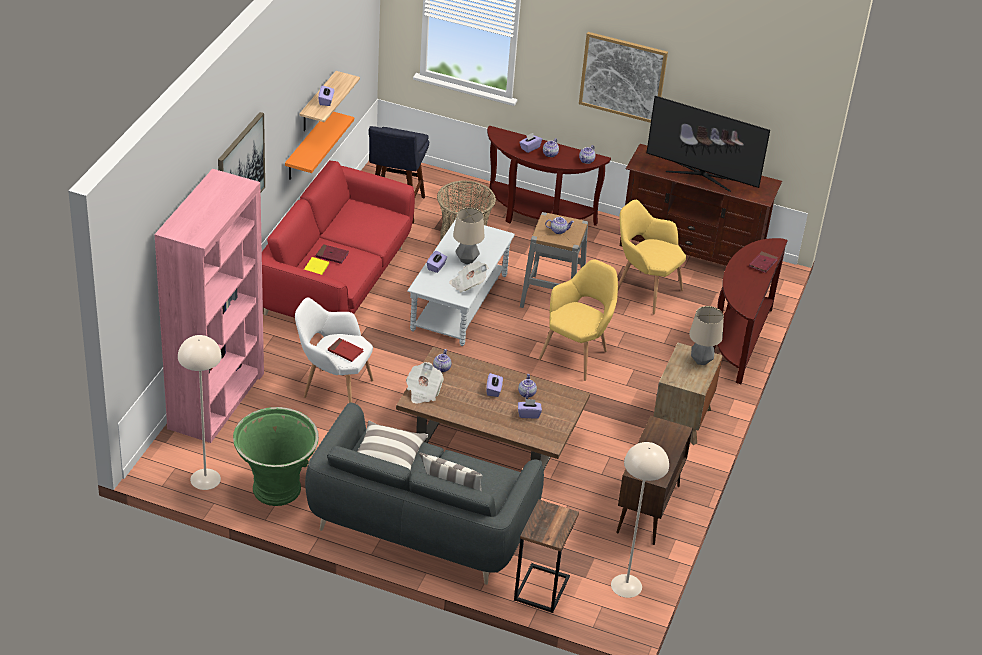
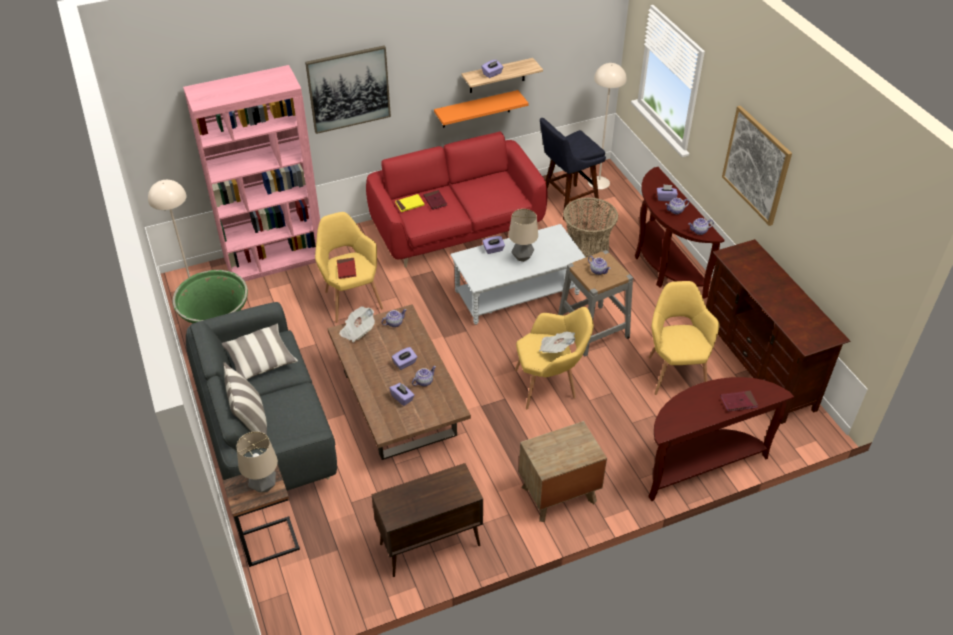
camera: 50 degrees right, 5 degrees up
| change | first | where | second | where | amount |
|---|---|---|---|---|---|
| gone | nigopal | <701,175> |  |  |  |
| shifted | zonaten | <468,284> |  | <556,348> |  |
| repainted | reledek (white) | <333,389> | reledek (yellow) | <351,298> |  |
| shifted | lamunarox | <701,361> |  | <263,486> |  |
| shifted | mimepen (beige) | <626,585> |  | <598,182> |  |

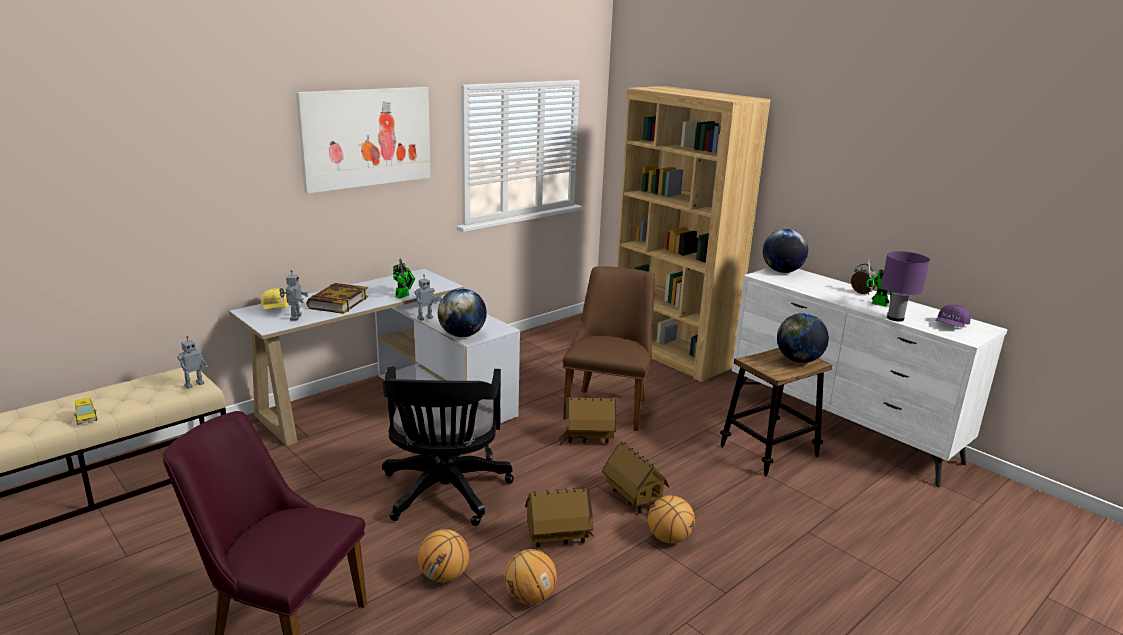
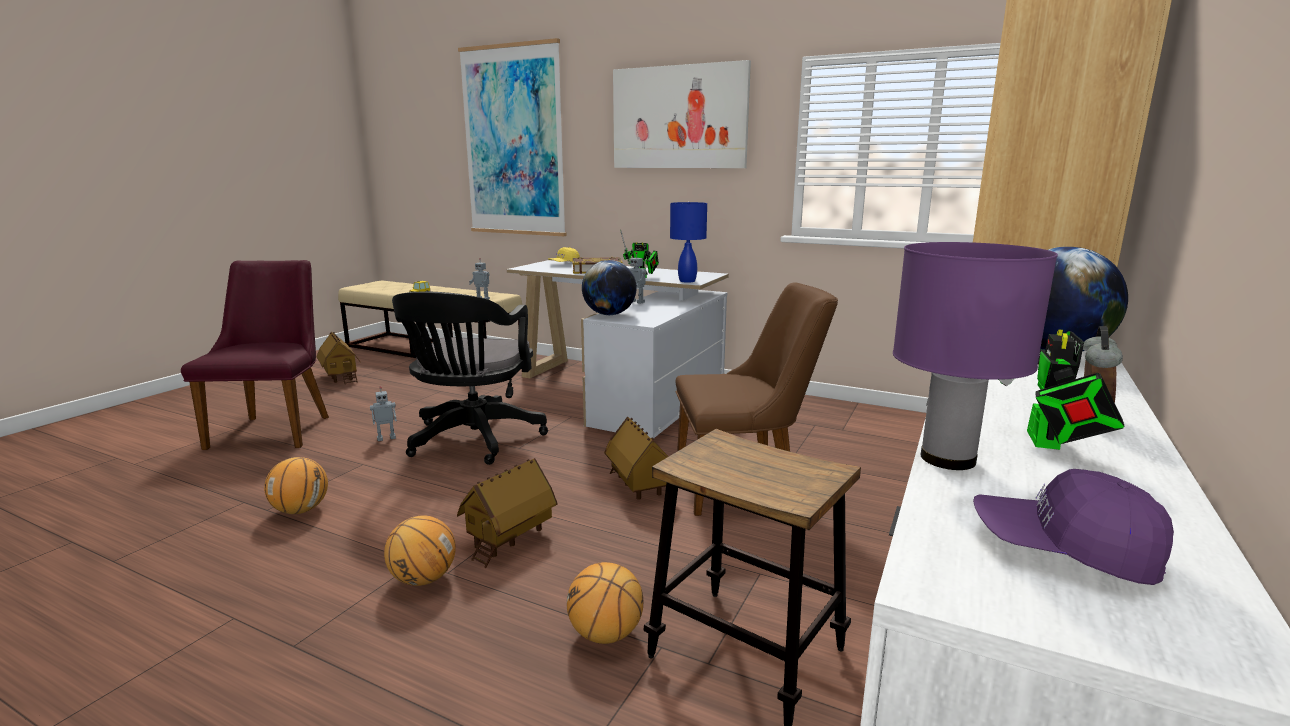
camera: 70 degrees right, 5 degrees down
| change | first | where | second | where | amount |
|---|---|---|---|---|---|
| shifted | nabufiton | <295,317> |  | <386,438> |  |
| gone | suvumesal | <798,360> |  |  |  |
| rotated | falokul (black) | <444,495> |  | <473,441> | 60 degrees counterclockwise |
| shifted | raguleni | <558,539> |  | <341,377> |  |
| shifted | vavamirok | <444,576> |  | <605,634> |  |
| new |  |  | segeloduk | <513,142> |  |
| new |  |  | lamunarox (blue) | <687,281> |  |

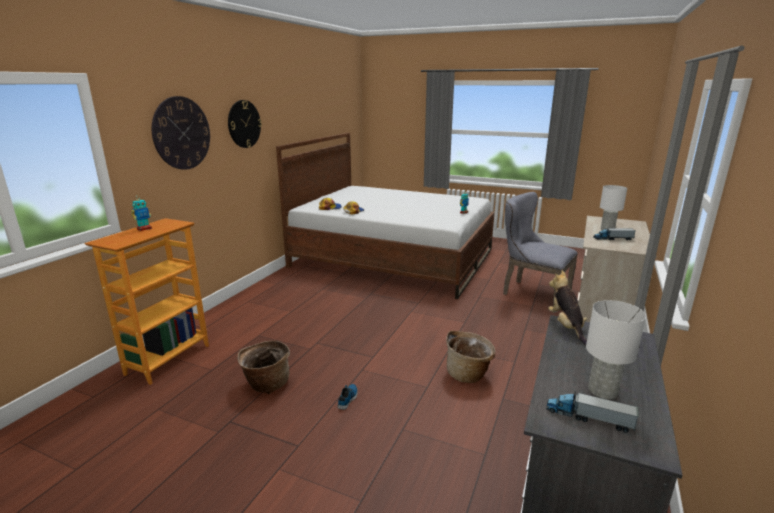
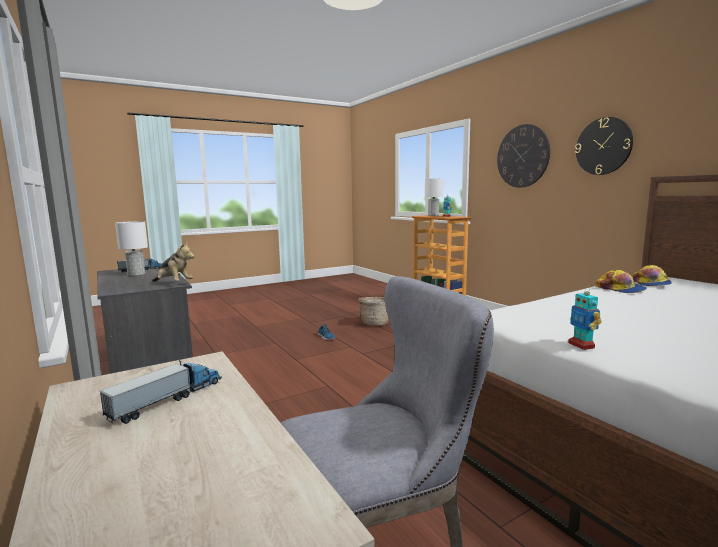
camera: 125 degrees right, 10 degrees down
| change | first | where | second | where | amount |
|---|---|---|---|---|---|
| shifted | lamunarox (white) | <607,229> |  | <433,215> |  |
| gone | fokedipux | <468,374> |  |  |  |

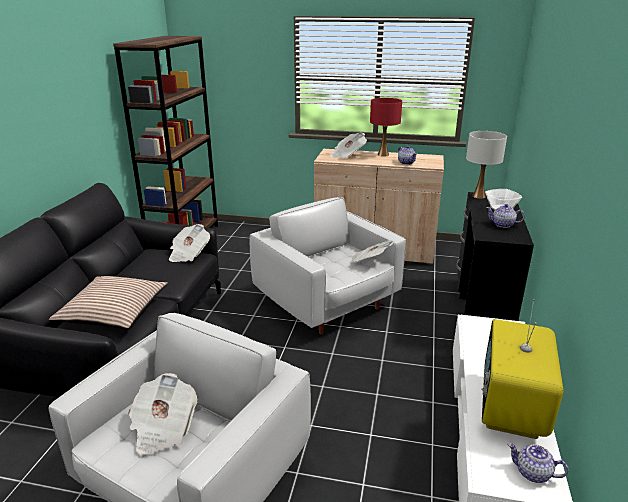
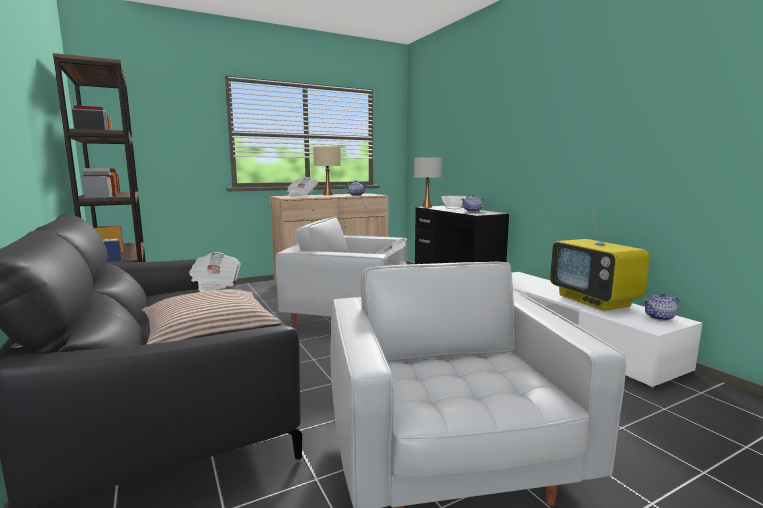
camera: 40 degrees left, 15 degrees down
| change | first | where | second | where | amount |
|---|---|---|---|---|---|
| repainted | lamunarox (red) | <383,155> | lamunarox (beige) | <328,195> |  |
| gone | zonaten | <163,428> |  |  |  |

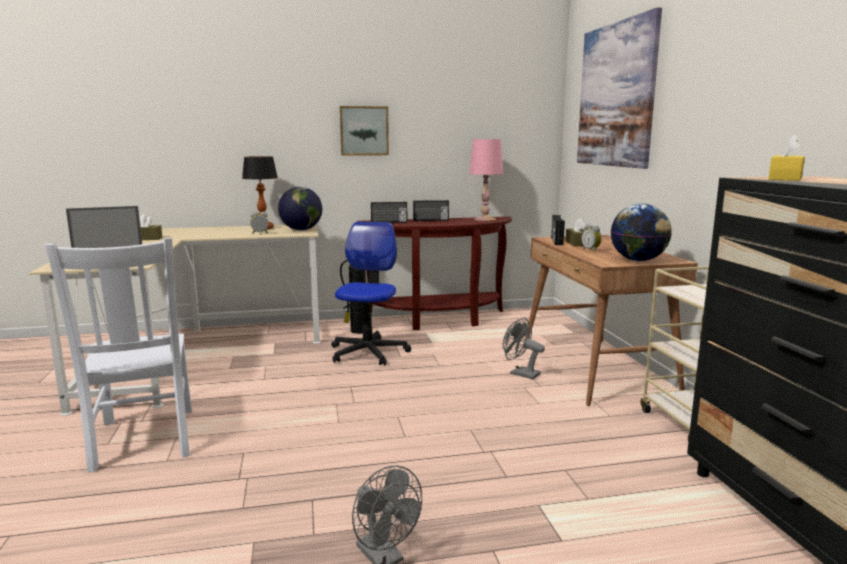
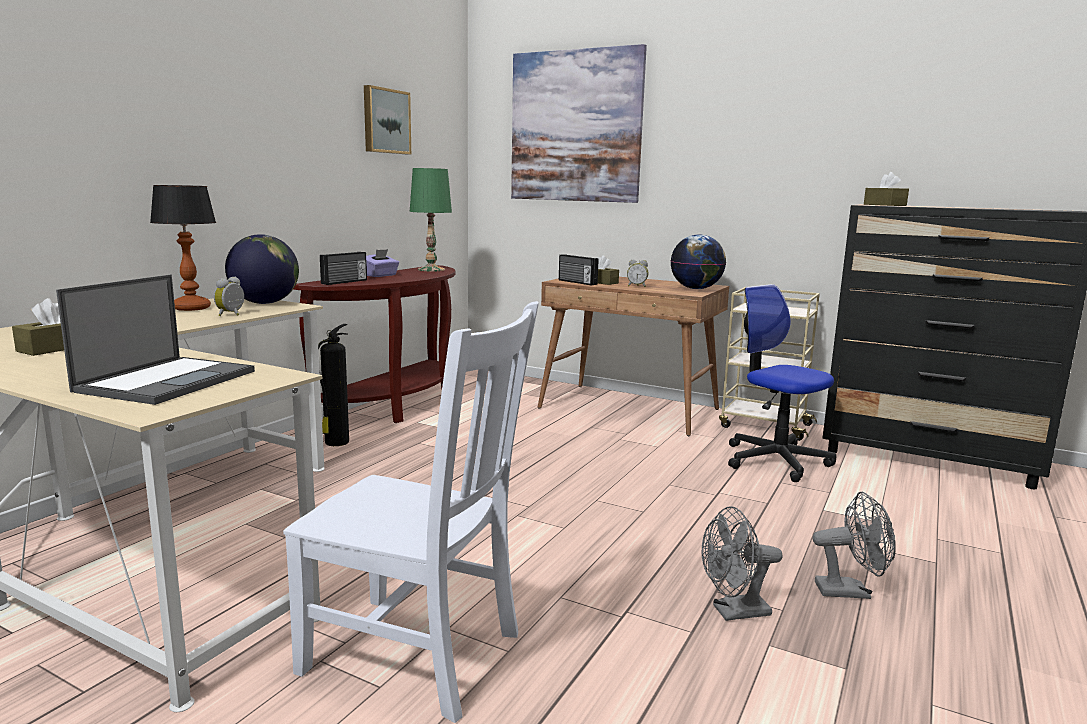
camera: 50 degrees left, 0 degrees up
| change | first | where | second | where | amount |
|---|---|---|---|---|---|
| shifted | segeloduk | <364,131> |  | <385,121> |  |
| repainted | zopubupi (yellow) | <785,178> | zopubupi (brown) | <884,205> |  |
| repainted | lamunarox (pink) | <484,219> | lamunarox (green) | <431,269> |  |
| swapped | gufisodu | <431,220> | zopubupi (purple) | <380,275> |  |
| shifted | falokul | <368,352> |  | <775,460> |  |
| shifted | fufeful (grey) | <520,373> |  | <733,612> |  |

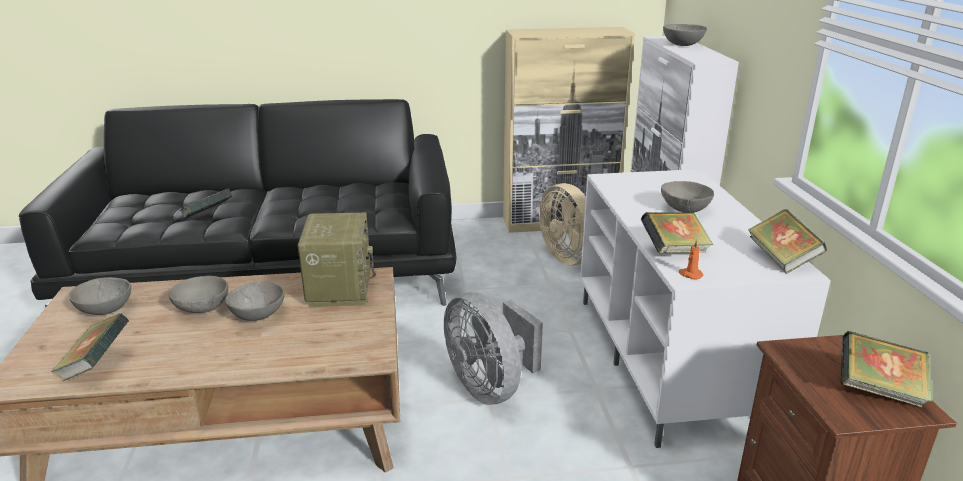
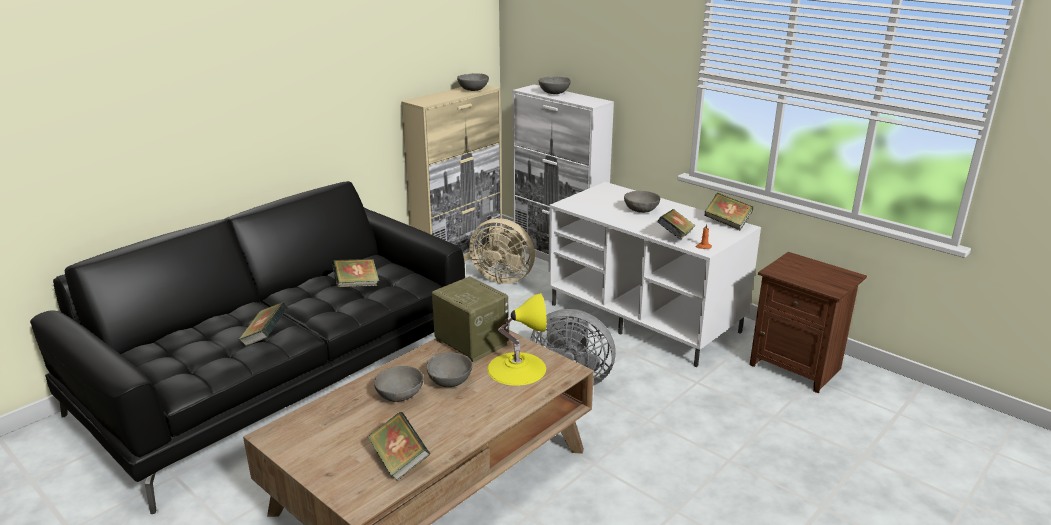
camera: 40 degrees left, 0 degrees up
| change | first | where | second | where | amount |
|---|---|---|---|---|---|
| shifted | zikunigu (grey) | <104,310> |  | <473,90> |  |
| shifted | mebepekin | <878,390> |  | <356,285> |  |
| new |  |  | lamunarox (yellow) | <517,368> |  |

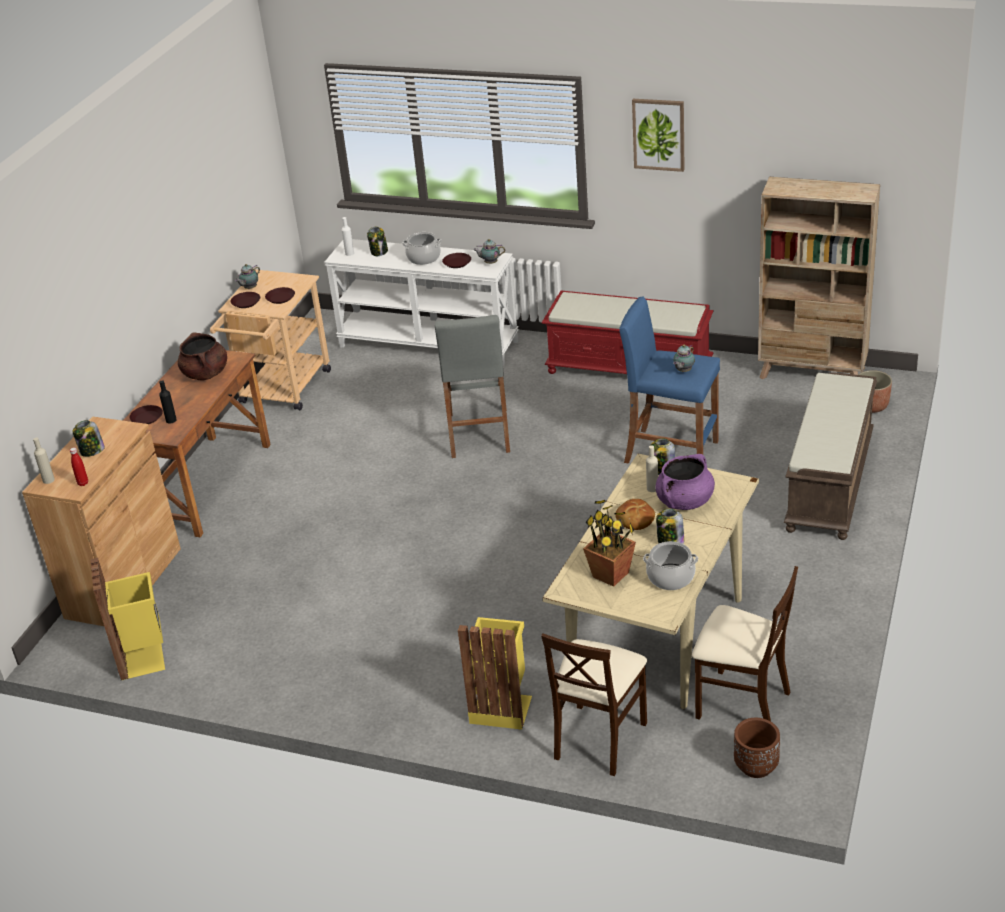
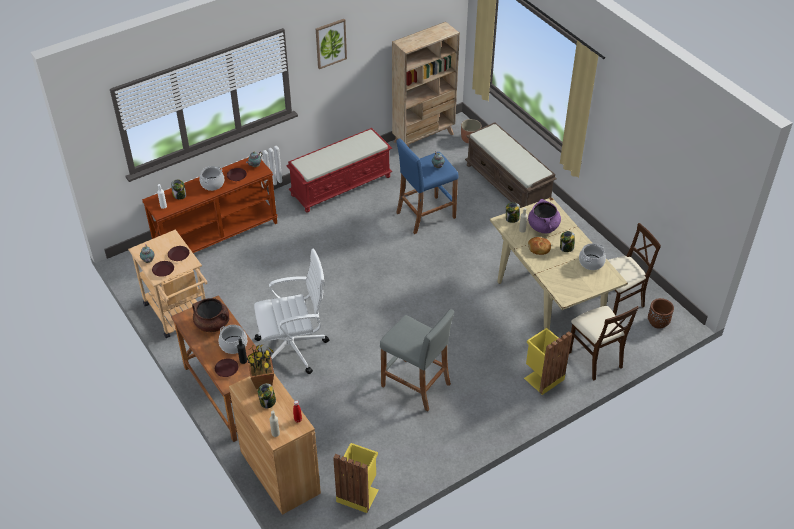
camera: 55 degrees left, 10 degrees up
| change | first | where | second | where | amount |
|---|---|---|---|---|---|
| repainted | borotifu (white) | <429,343> | borotifu (brown) | <216,236> |  |
| shifted | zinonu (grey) | <478,433> |  | <416,385> |  |
| shifted | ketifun | <611,574> |  | <263,381> |  |
| new |  |  | falokul (white) | <294,348> |  |
| new |  |  | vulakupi | <234,345> |  |

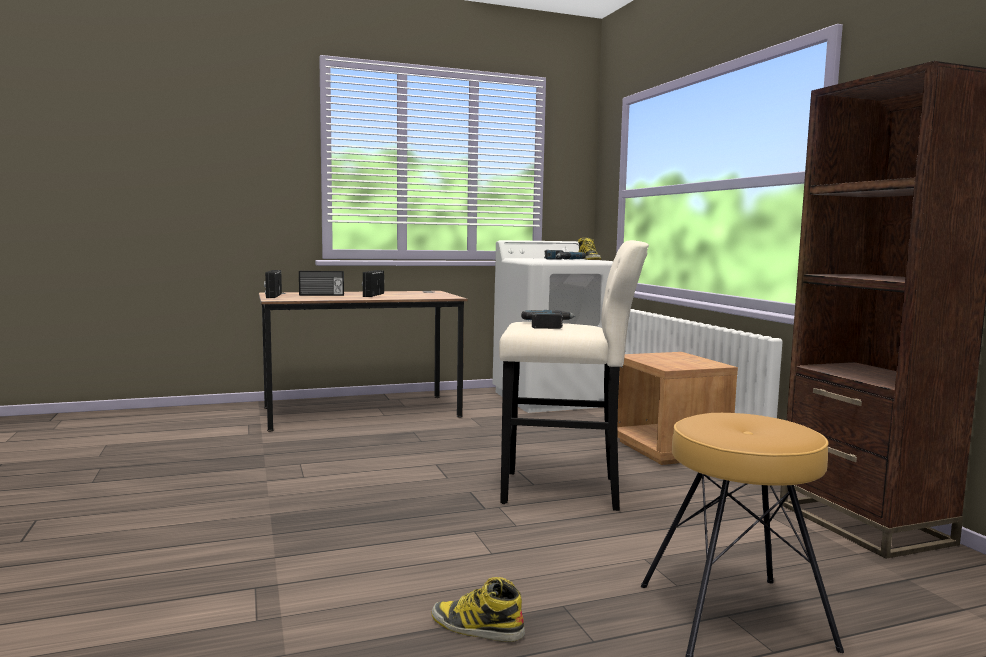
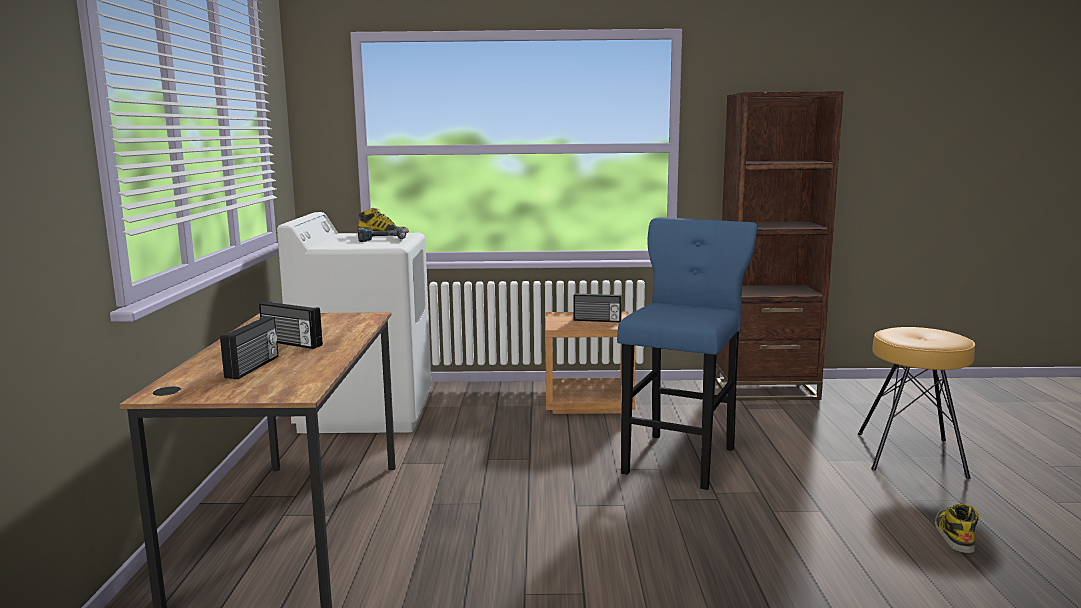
camera: 70 degrees left, 5 degrees up
| change | first | where | second | where | amount |
|---|---|---|---|---|---|
| repainted | zinonu (beige) | <568,491> | zinonu (blue) | <681,458> |  |
| shifted | gufisodu | <273,296> |  | <597,320> |  |
| gone | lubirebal | <550,325> |  |  |  |
| rotated | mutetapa | <476,627> |  | <953,535> | 150 degrees clockwise |

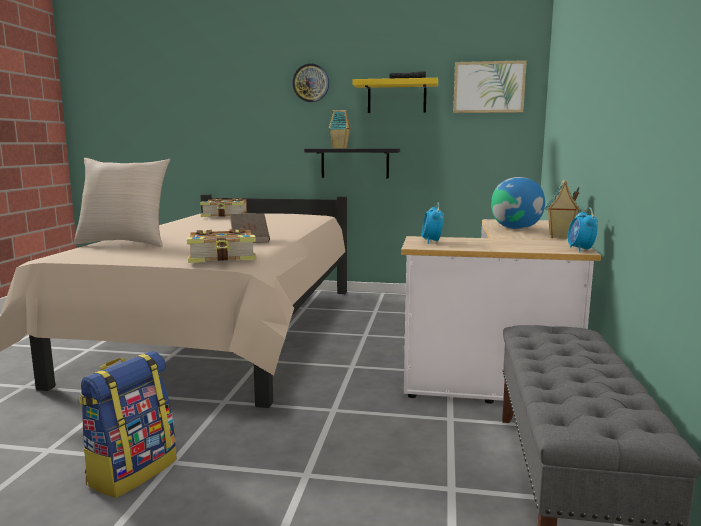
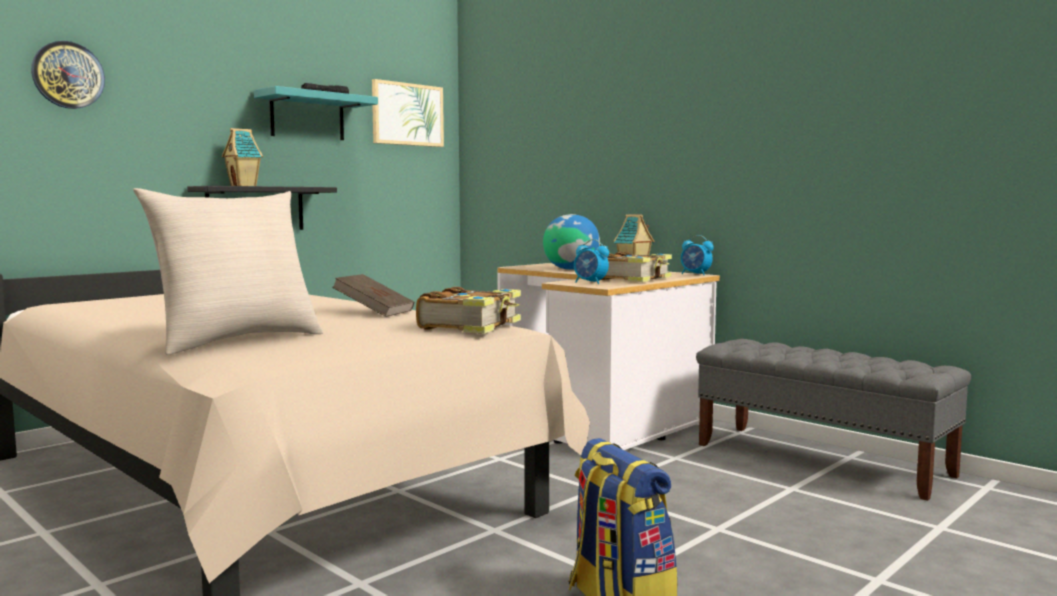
camera: 55 degrees left, 5 degrees down
| change | first | where | second | where | amount |
|---|---|---|---|---|---|
| shifted | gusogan | <311,83> |  | <68,75> |  |
| repainted | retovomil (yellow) | <396,97> | retovomil (turquoise) | <307,116> |  |
| shifted | mebepekin | <225,215> |  | <635,279> |  |

